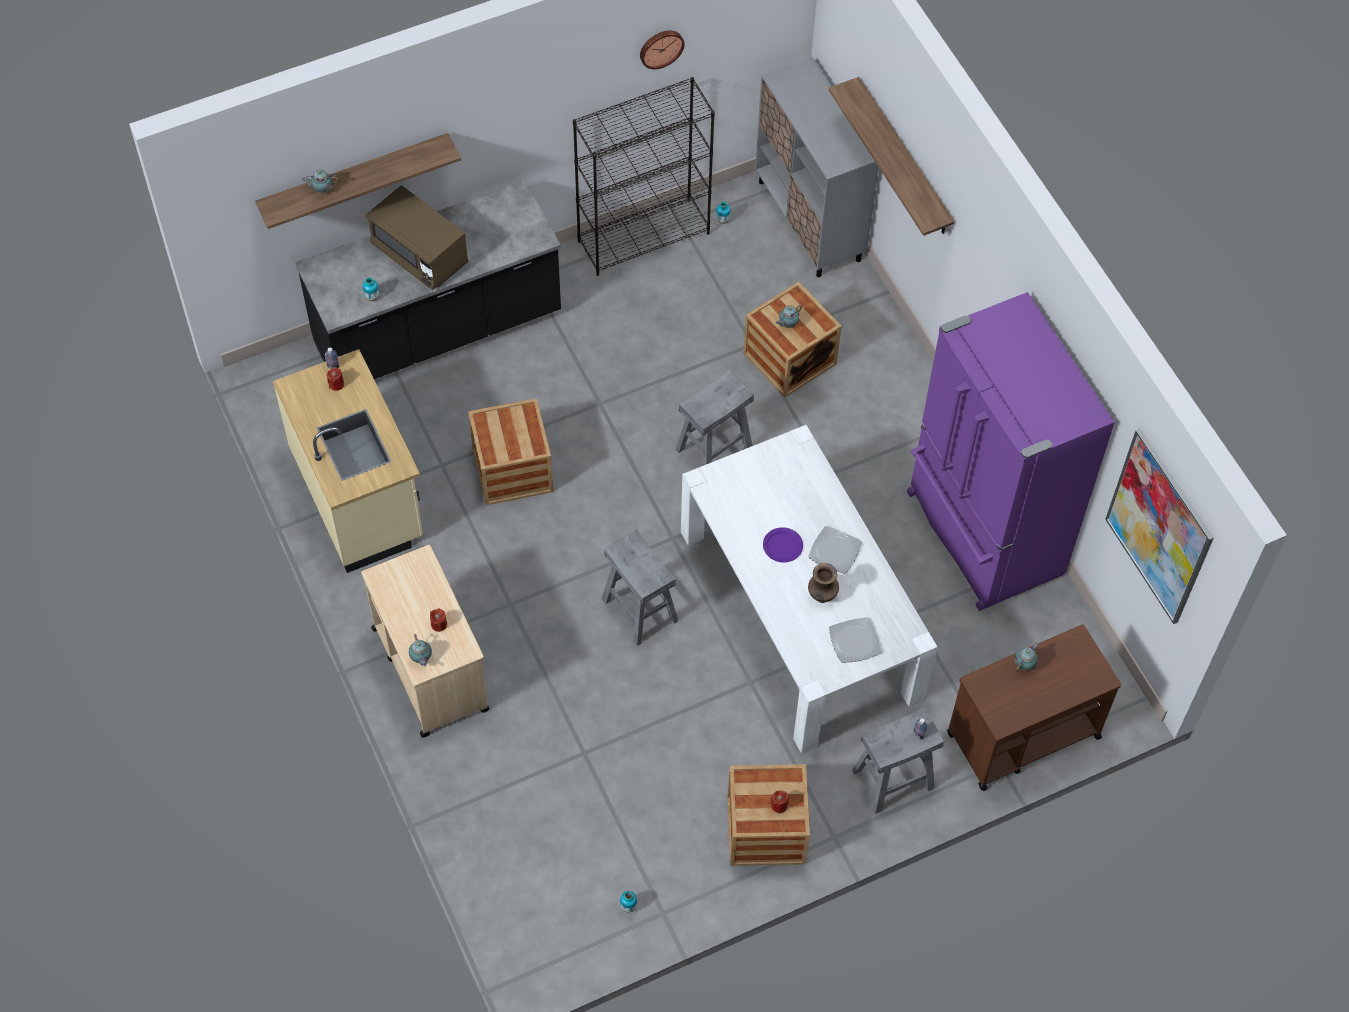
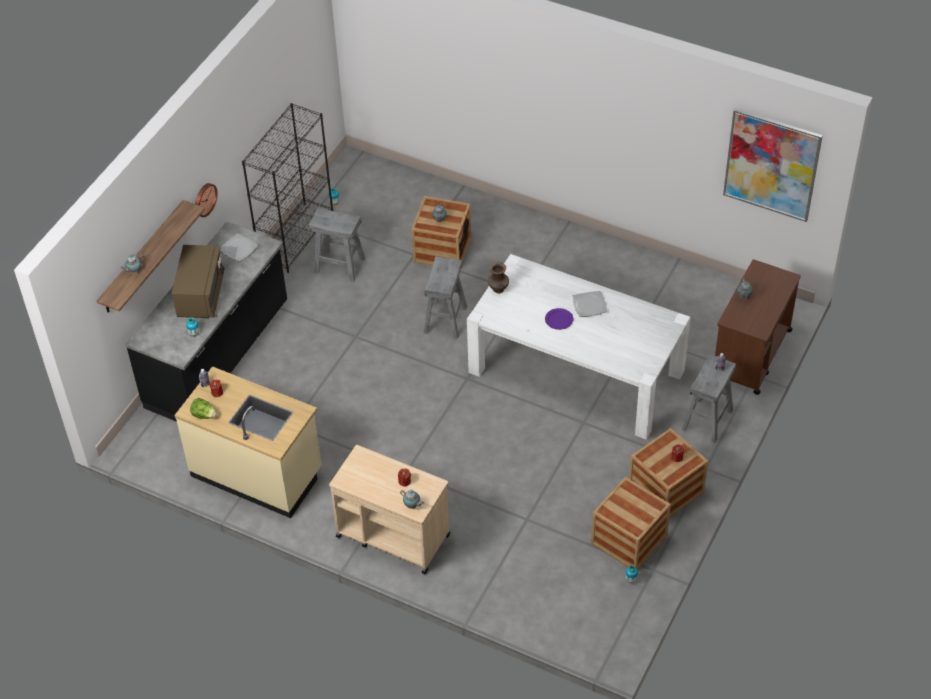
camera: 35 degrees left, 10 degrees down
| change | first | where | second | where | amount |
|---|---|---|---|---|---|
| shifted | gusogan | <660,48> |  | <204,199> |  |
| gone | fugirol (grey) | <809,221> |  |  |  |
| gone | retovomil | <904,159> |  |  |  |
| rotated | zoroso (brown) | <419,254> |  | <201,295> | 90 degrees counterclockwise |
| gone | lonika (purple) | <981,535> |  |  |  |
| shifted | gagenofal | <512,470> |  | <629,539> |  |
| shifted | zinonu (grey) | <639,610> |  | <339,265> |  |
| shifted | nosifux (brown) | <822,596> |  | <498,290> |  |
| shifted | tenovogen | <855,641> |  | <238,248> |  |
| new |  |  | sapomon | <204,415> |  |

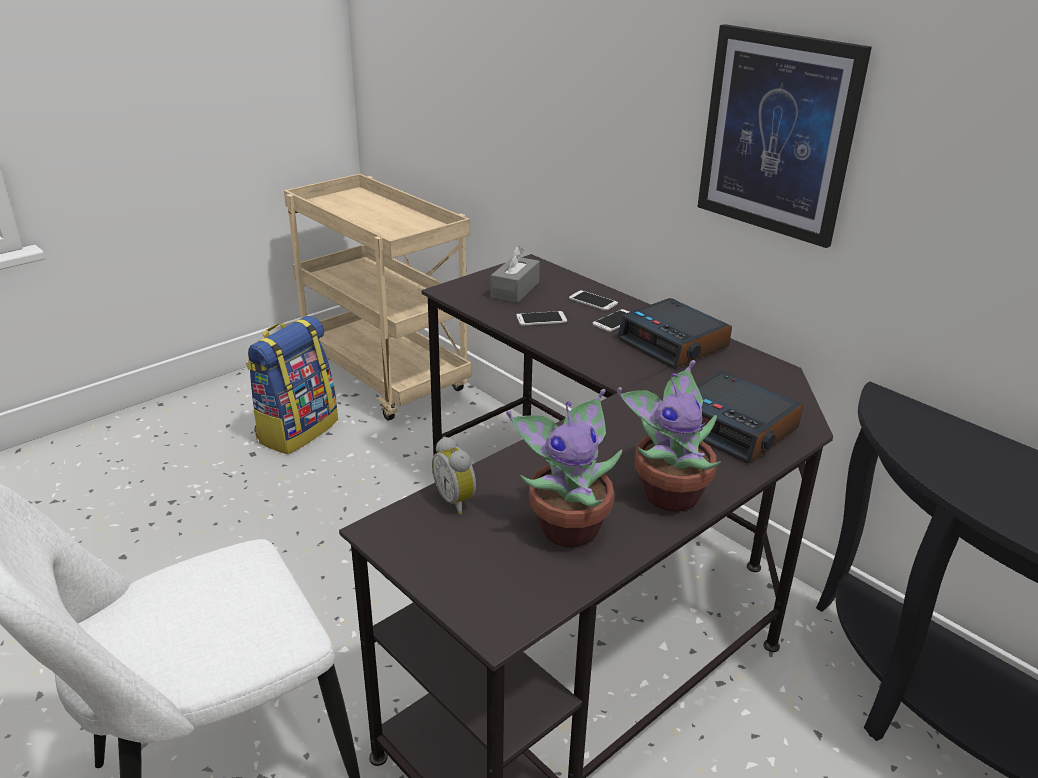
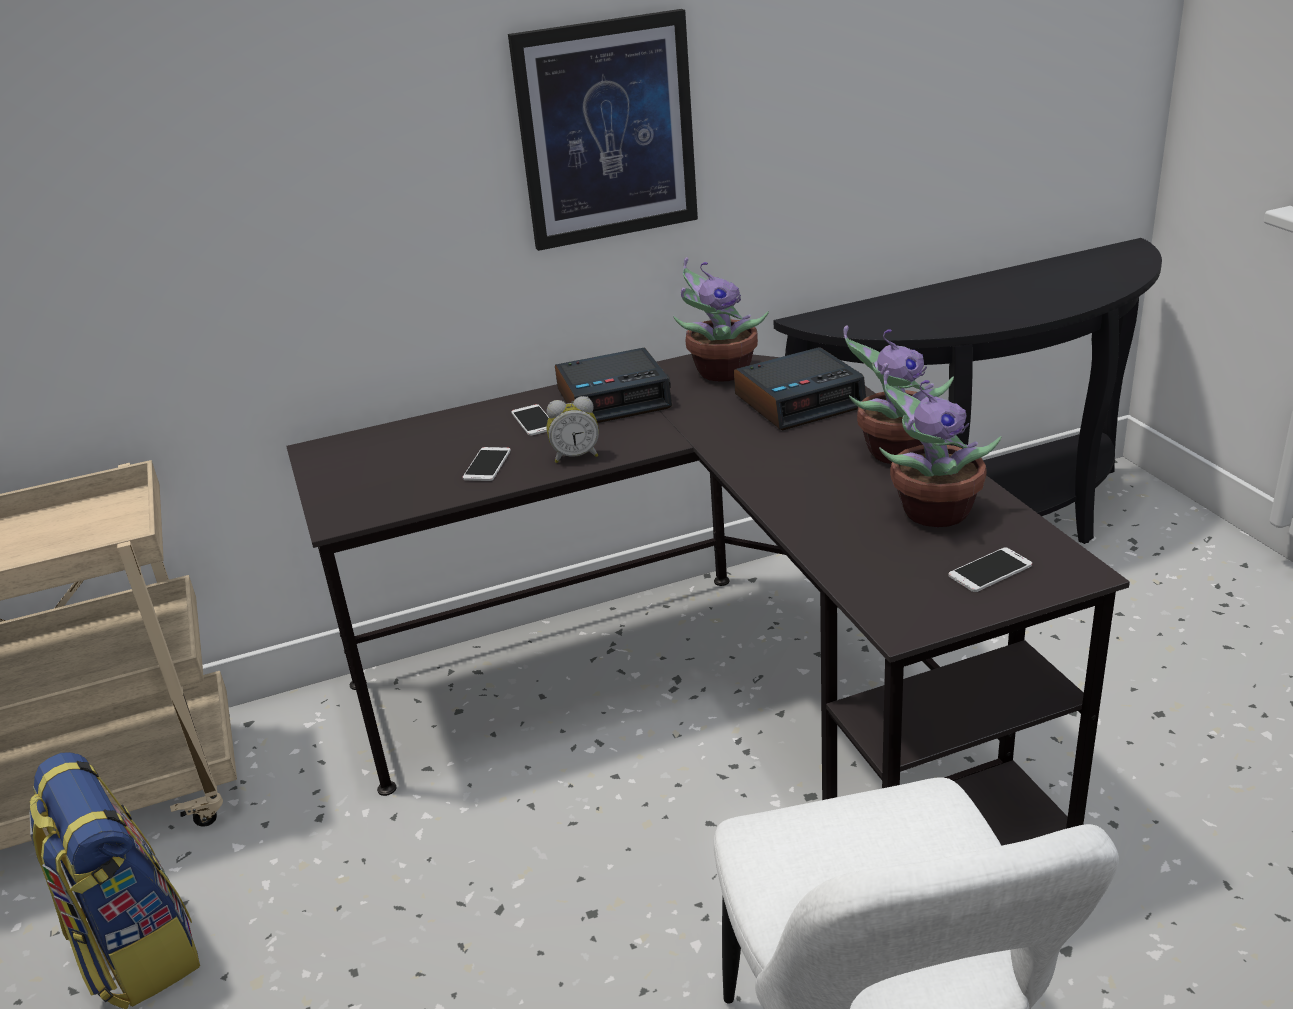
camera: 65 degrees left, 0 degrees up
| change | first | where | second | where | amount |
|---|---|---|---|---|---|
| gone | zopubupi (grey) | <515,290> |  |  |  |
| shifted | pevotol | <593,301> |  | <990,570> |  |
| shifted | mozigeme | <457,500> |  | <575,456> |  |
| new |  |  | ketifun | <719,372> |  |

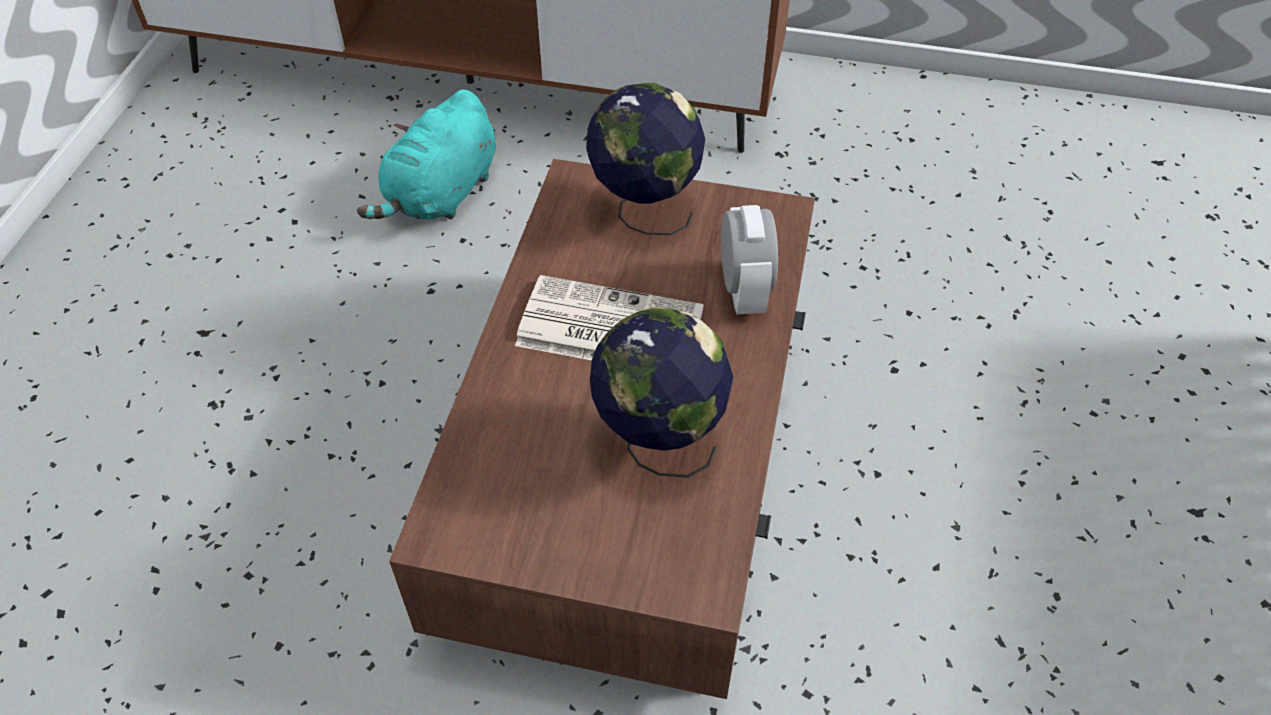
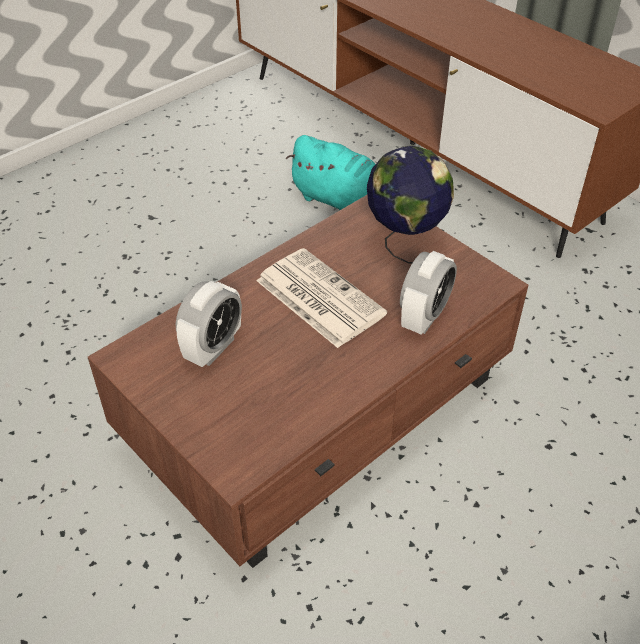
camera: 35 degrees right, 5 degrees down
| change | first | where | second | where | amount |
|---|---|---|---|---|---|
| rotated | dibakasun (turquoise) | <441,195> |  | <339,200> | 120 degrees counterclockwise |
| gone | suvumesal | <658,441> |  |  |  |
| new |  |  | mozigeme | <213,348> |  |

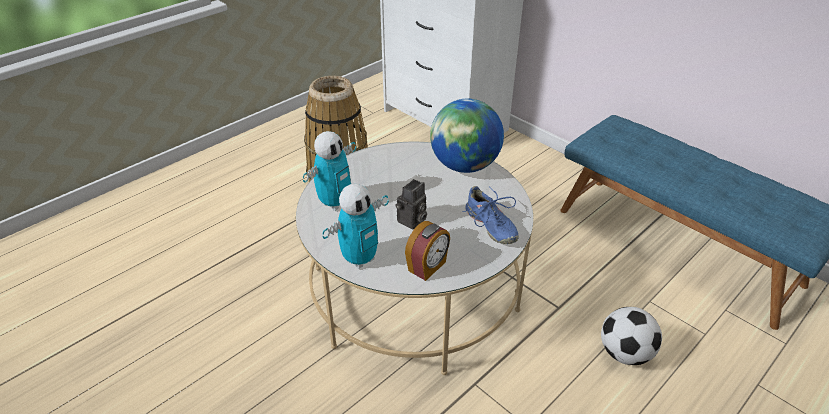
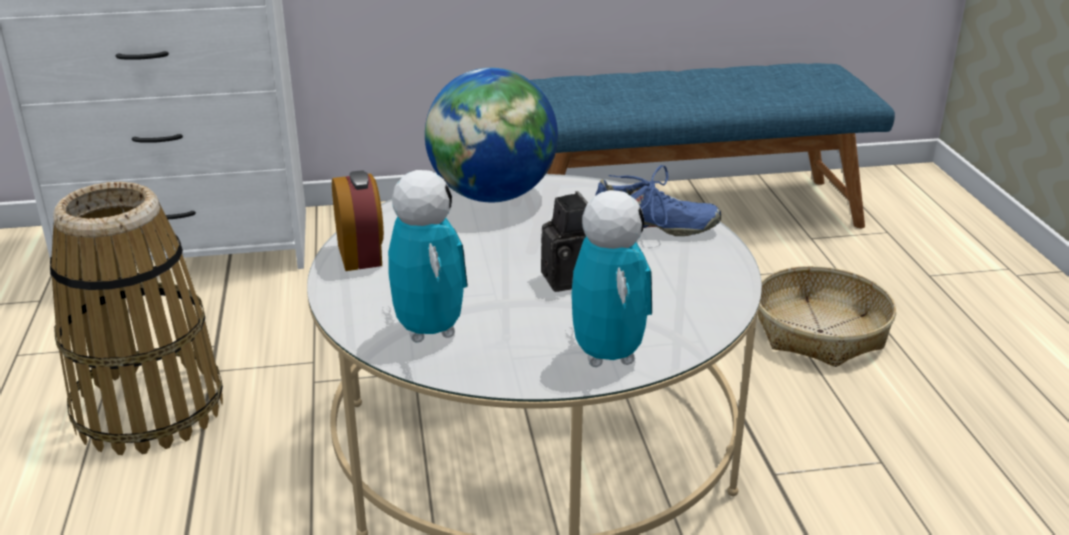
camera: 55 degrees left, 10 degrees down
| change | first | where | second | where | amount |
|---|---|---|---|---|---|
| shifted | mozigeme | <428,267> |  | <361,255> |  |
| swapped | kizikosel | <625,353> | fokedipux | <819,331> |  |

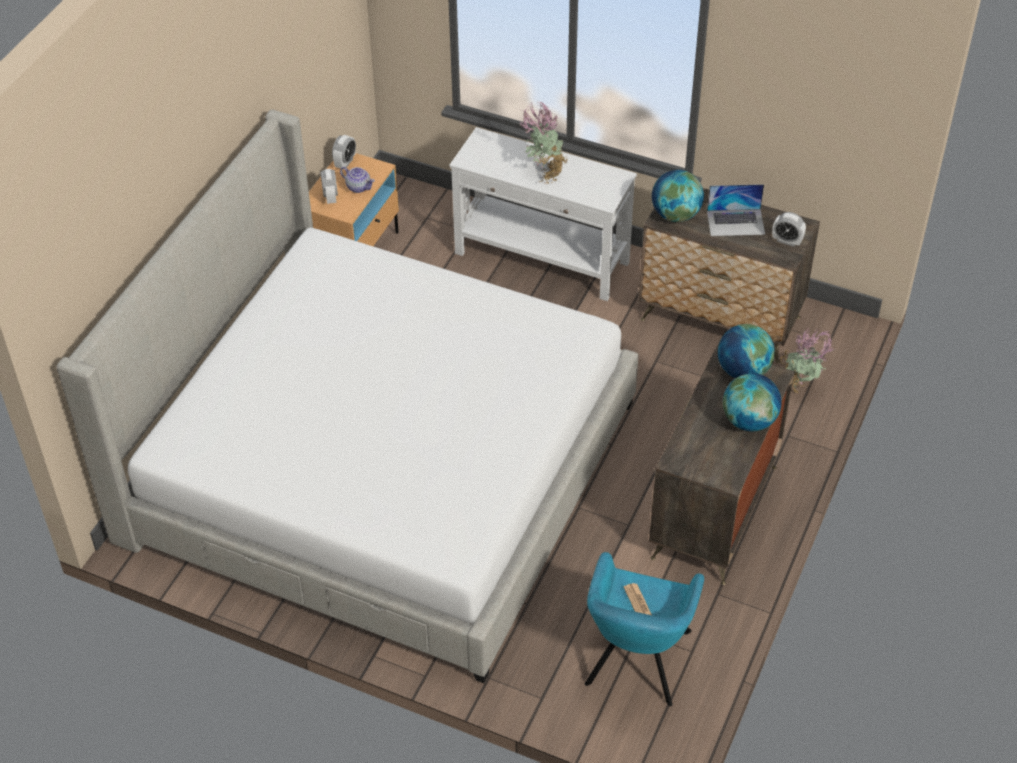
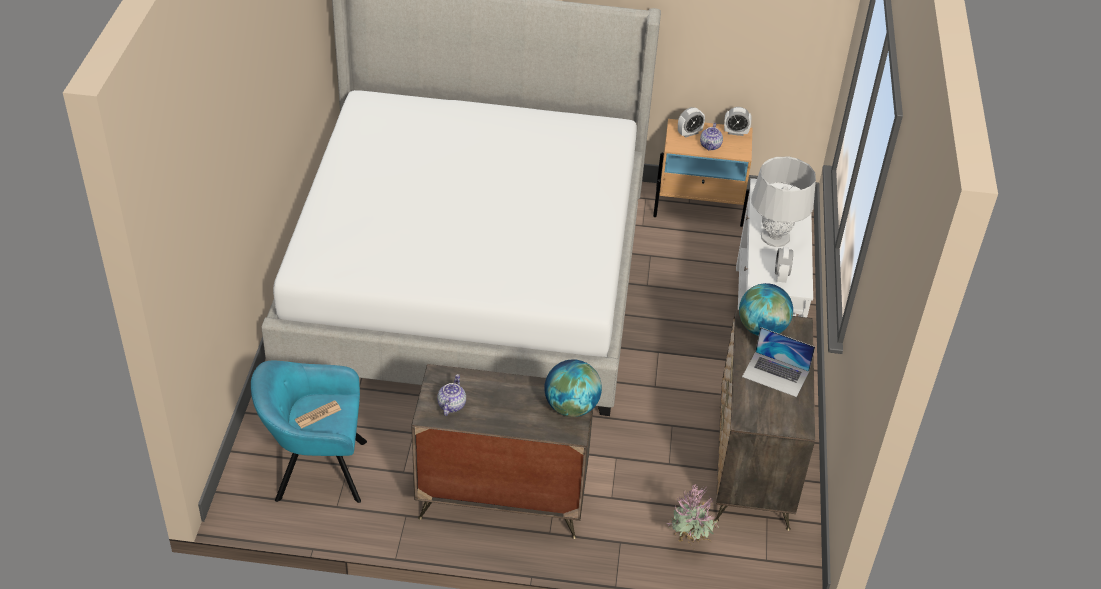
camera: 70 degrees right, 5 degrees down
| change | first | where | second | where | amount |
|---|---|---|---|---|---|
| swapped | ketifun | <544,173> | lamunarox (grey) | <775,237> |  |
| rotated | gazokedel | <736,222> |  | <775,374> | 45 degrees counterclockwise |
| shifted | mozigeme | <787,241> |  | <781,276> |  |
| gone | suvumesal | <749,421> |  |  |  |
| new |  |  | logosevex | <451,405> |  |

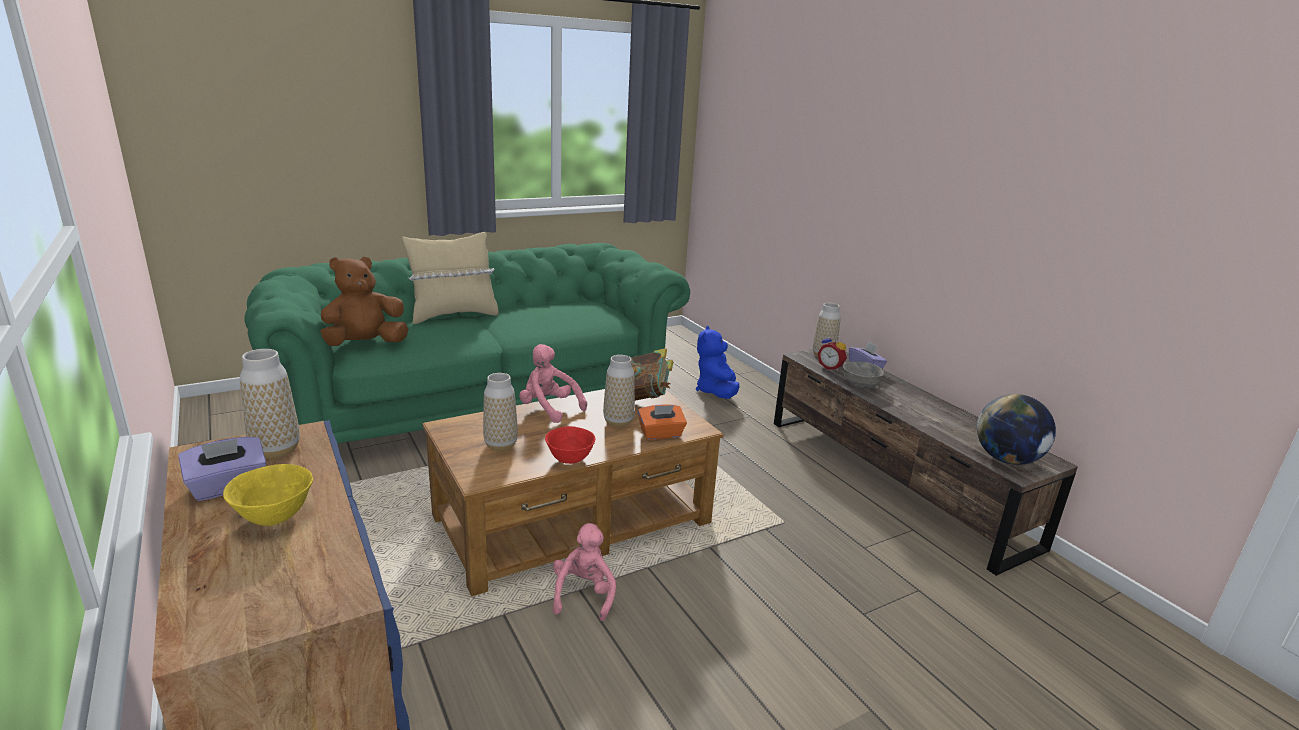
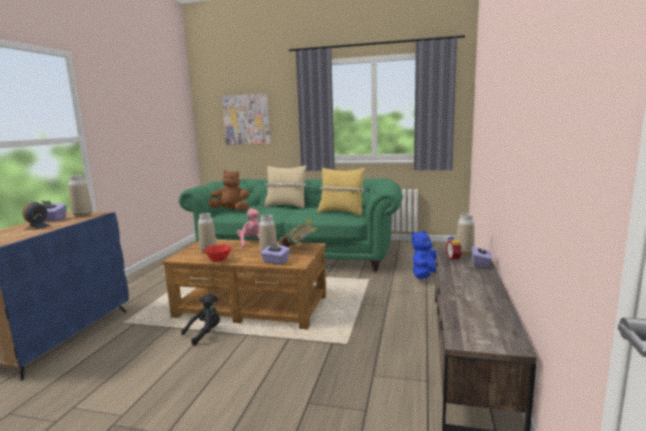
camera: 45 degrees right, 10 degrees down
| change | first | where | second | where | amount |
|---|---|---|---|---|---|
| gone | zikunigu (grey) | <860,385> |  |  |  |
| gone | suvumesal | <1006,459> |  |  |  |
| repainted | zopubupi (orange) | <661,434> | zopubupi (purple) | <275,262> |  |
| swapped | zikunigu (yellow) | <274,517> | mozigeme | <38,227> |  |
| repainted | dibakasun (pink) | <584,595> | dibakasun (black) | <205,333> |  |
| new |  |  | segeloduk | <246,119> |  |
| new |  |  | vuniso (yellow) | <341,212> |  |

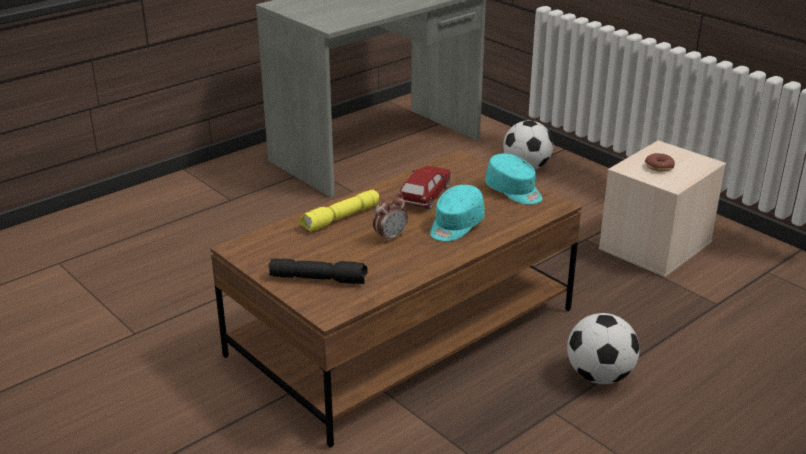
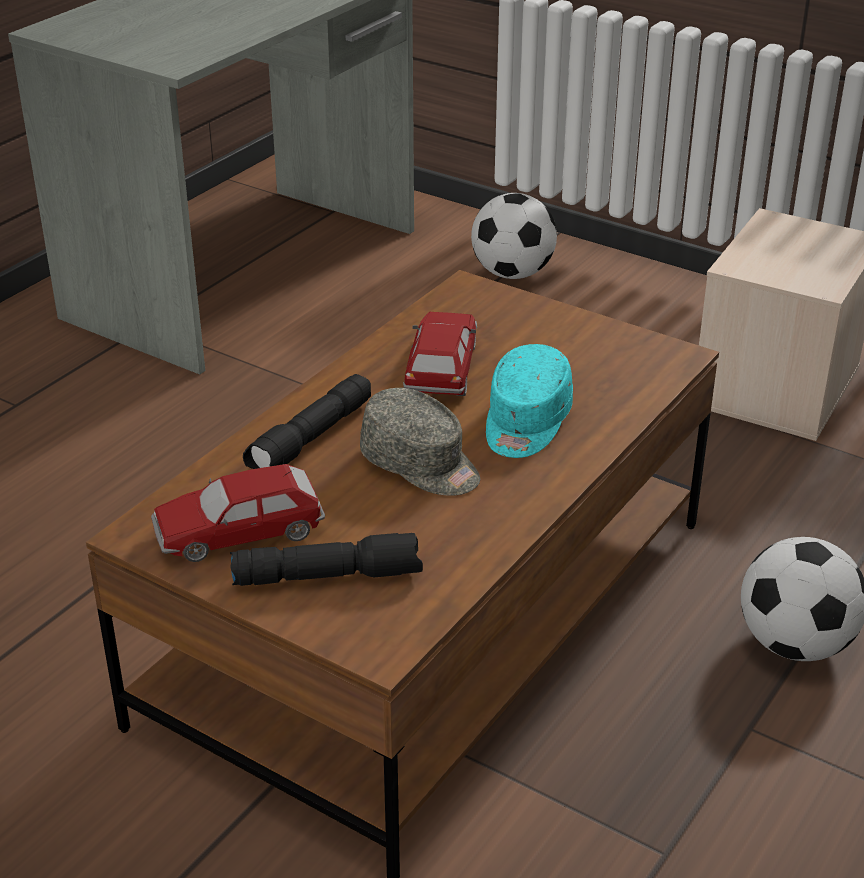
camera: 15 degrees left, 5 degrees up
| change | first | where | second | where | amount |
|---|---|---|---|---|---|
| gone | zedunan | <659,167> |  |  |  |
| gone | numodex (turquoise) | <514,191> |  |  |  |
| repainted | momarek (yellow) | <341,218> | momarek (black) | <312,439> |  |
| swapped | mozigeme | <390,237> | numodex (grey) | <421,465> |  |
| new |  |  | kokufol | <239,531> |  |

